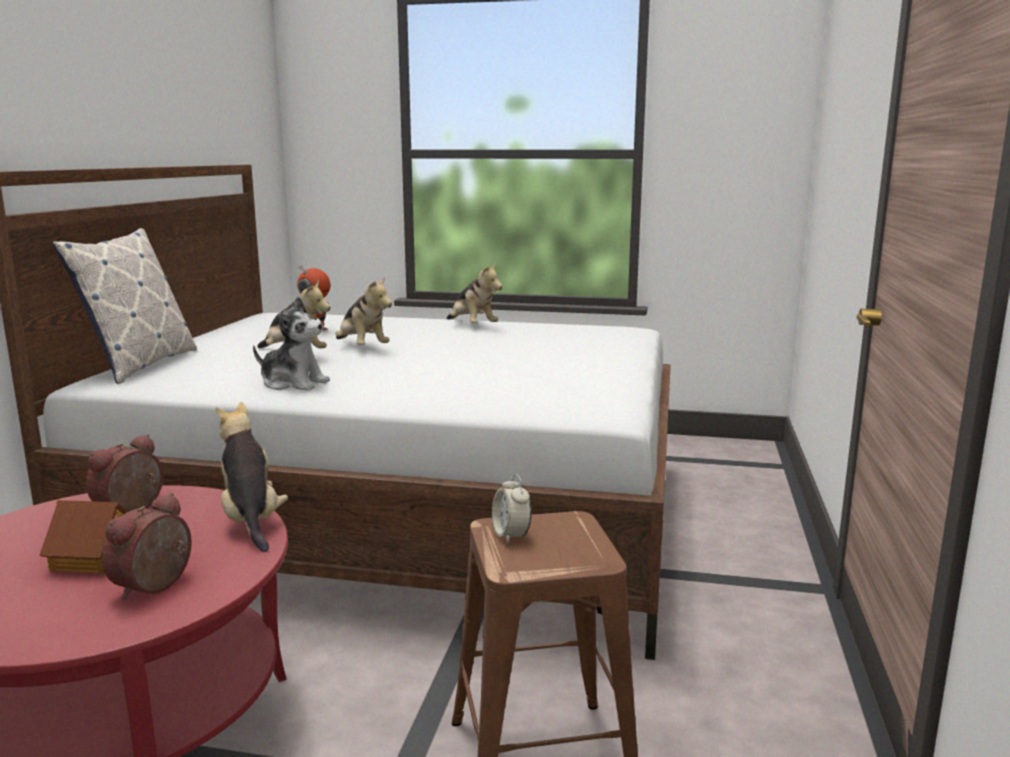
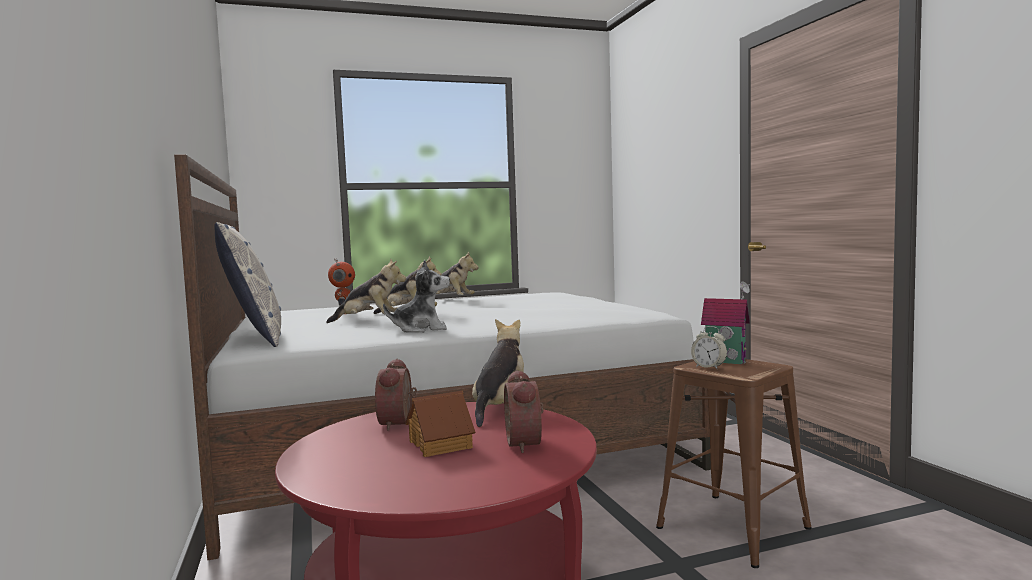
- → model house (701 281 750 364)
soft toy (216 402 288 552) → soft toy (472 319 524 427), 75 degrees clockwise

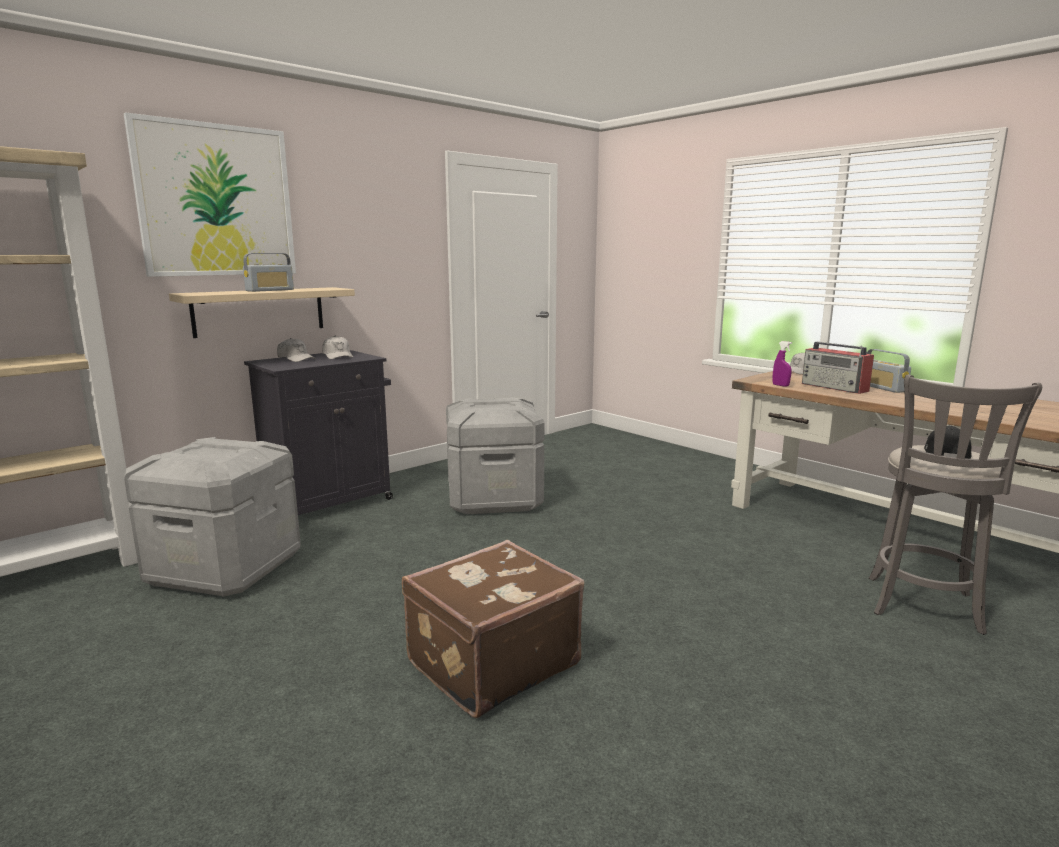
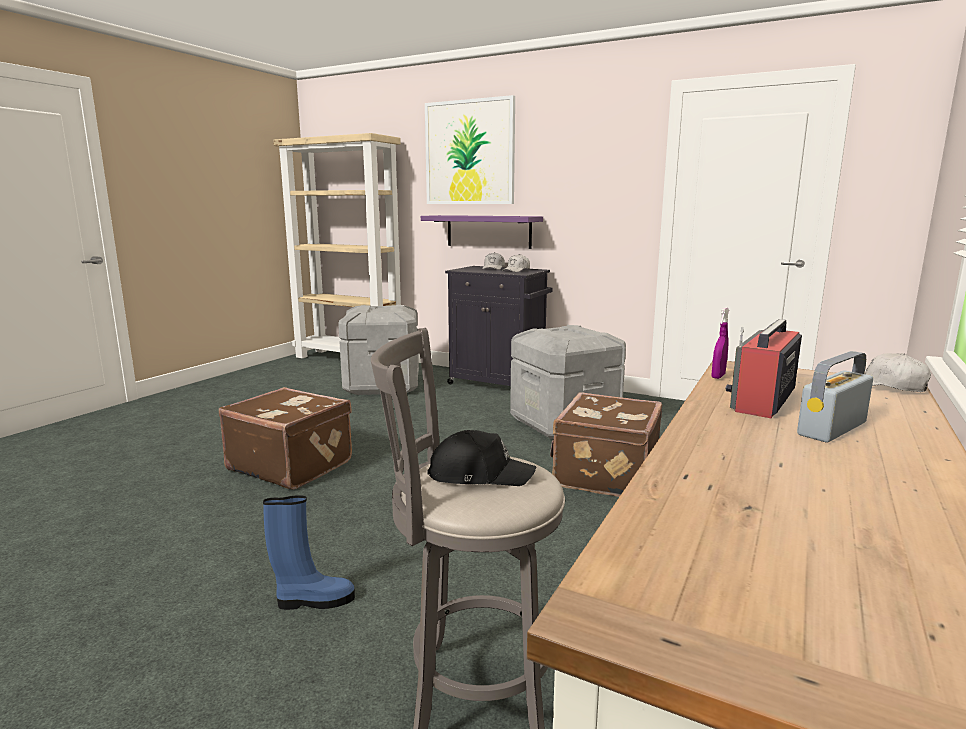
radio set (243 253 294 292) → -
- → tall boot (blue) (263 495 355 610)
- → piece of luggage (brown) (550 392 662 497)
wall shelf (beige) (169 287 355 338) → wall shelf (purple-coloured) (421 215 543 249)

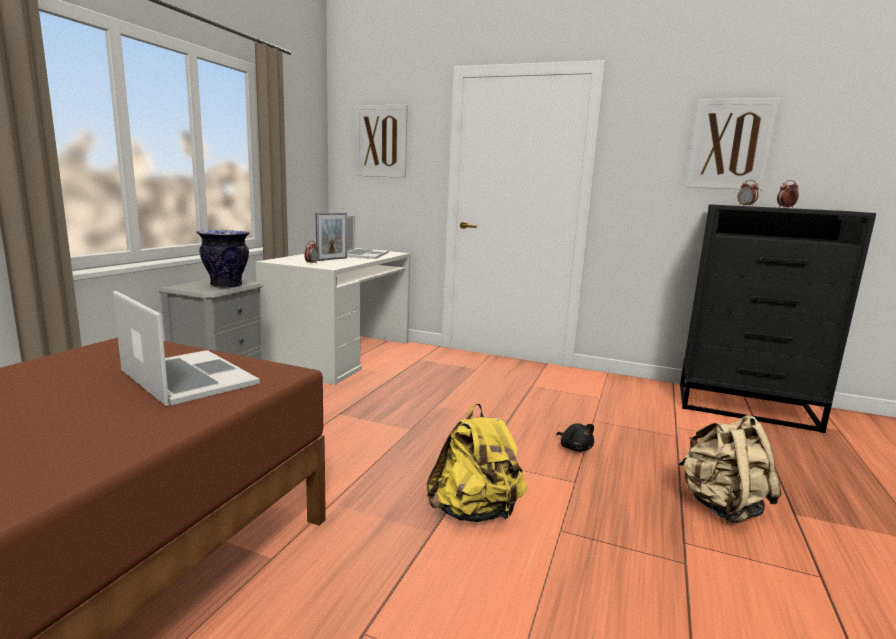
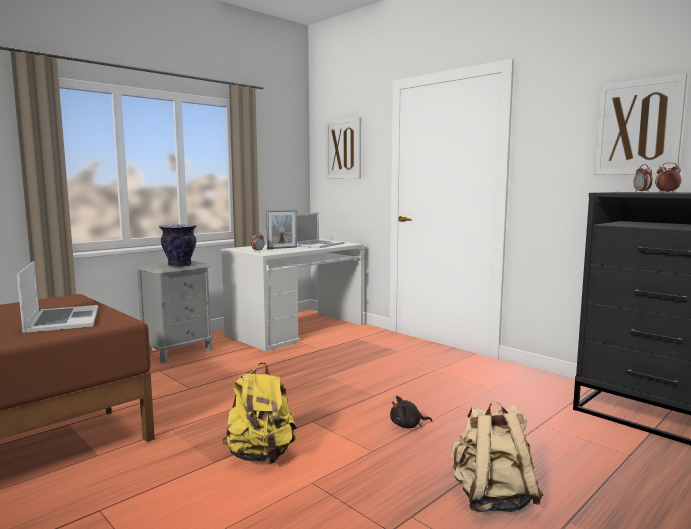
soft toy (blackish) (556 423 594 452) → soft toy (blackish) (390 396 432 428), 90 degrees clockwise

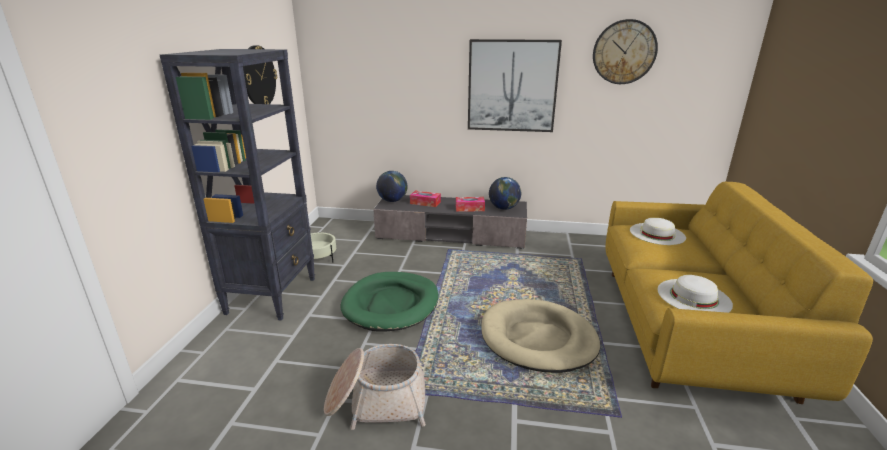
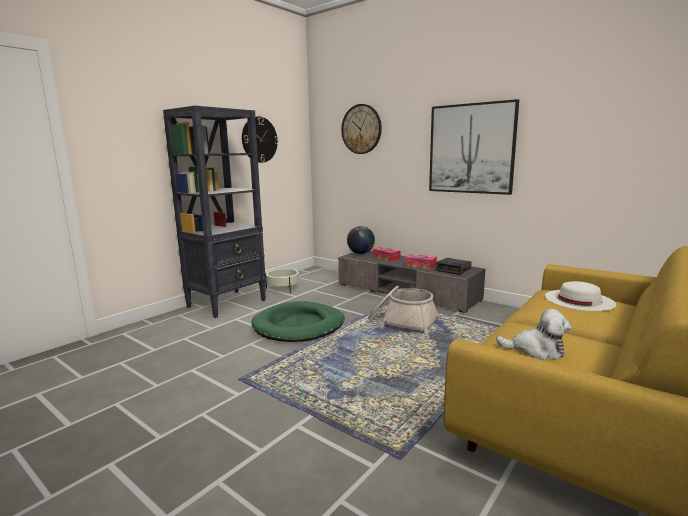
dog cushion (beige) (481 299 600 373) → -
storage basket (324 344 426 430) → storage basket (368 286 440 336), shifted
hanging clock (593 19 658 84) → hanging clock (341 104 382 154), shifted
globe (489 177 521 210) → table clock (436 258 472 275)
clothing hat (white-coloured) (658 275 733 313) → soft toy (496 309 572 360)

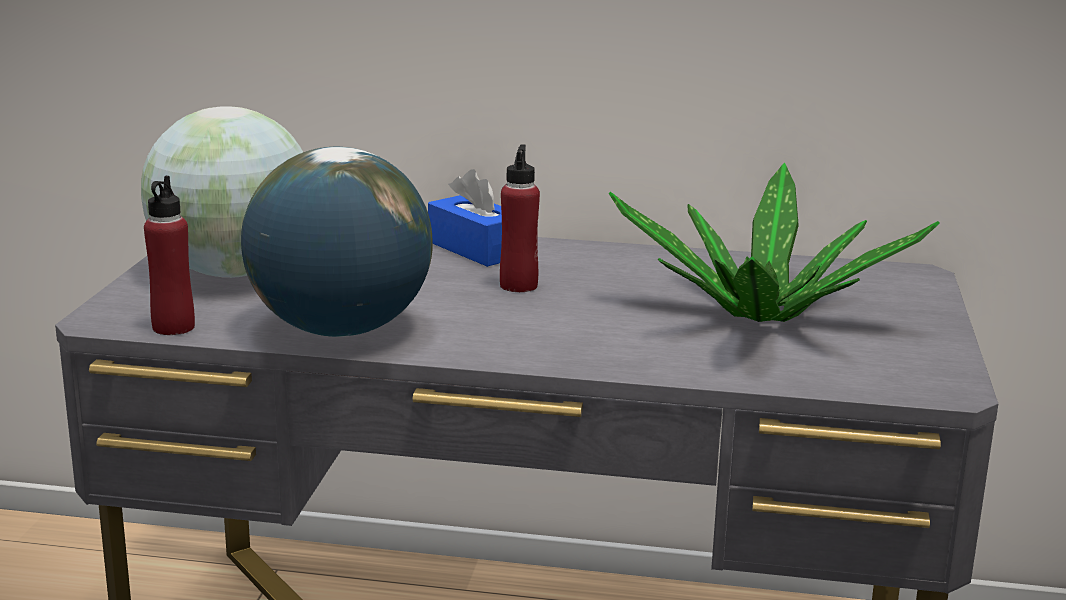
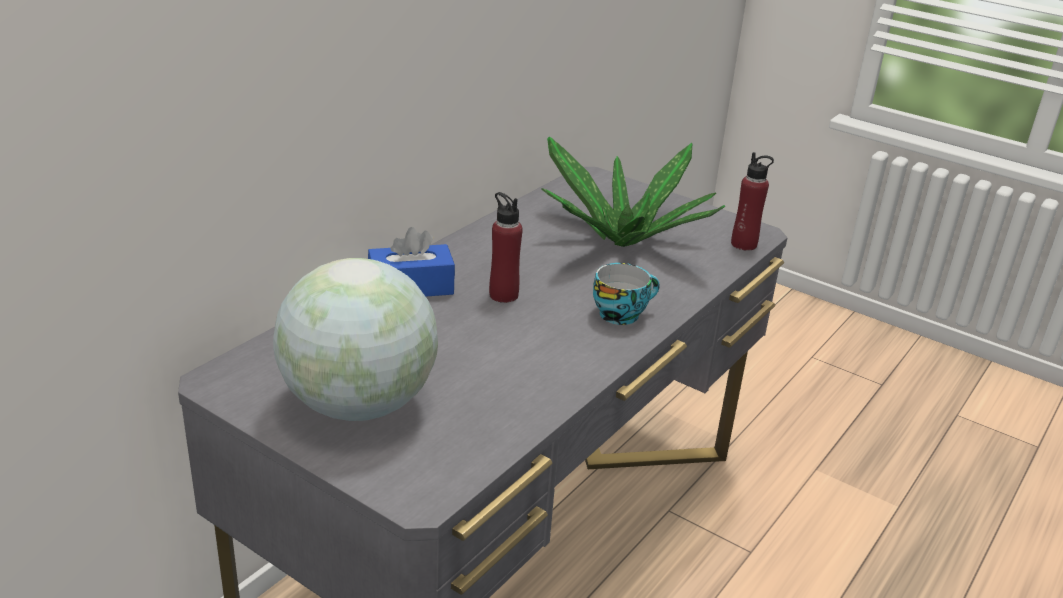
globe (241 147 433 337) → -
- → small cup (593 263 660 325)
beverage bottle (red) (144 176 195 335) → beverage bottle (red) (731 152 774 251), shifted

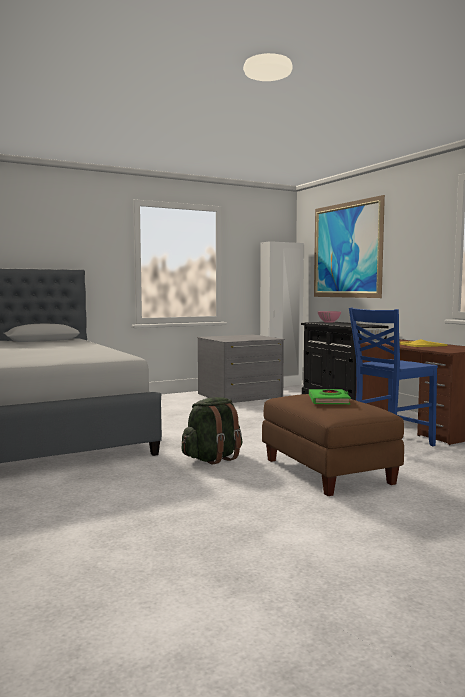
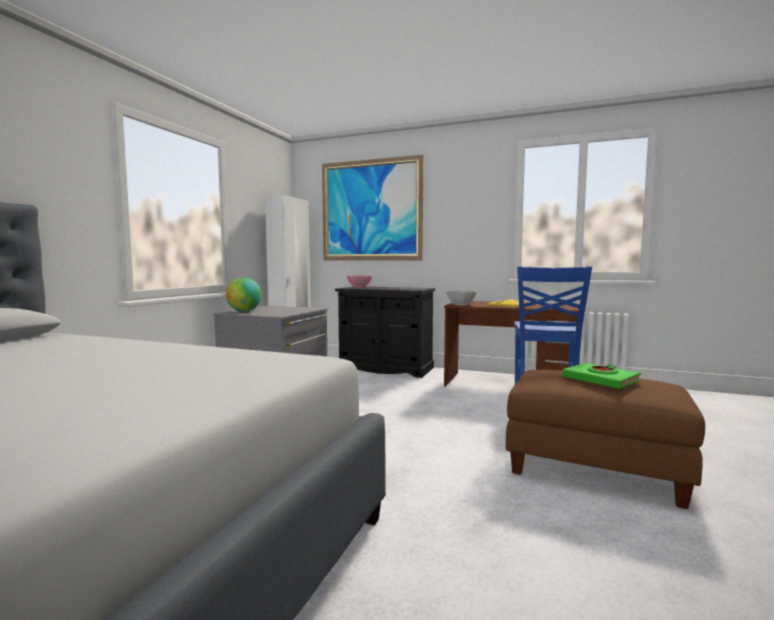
rucksack (green) (182 397 243 464) → -
- → globe (226 278 262 312)

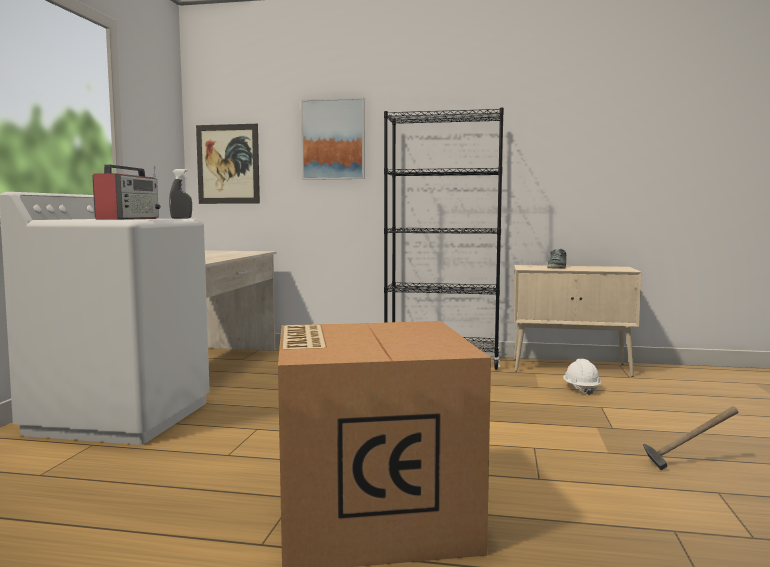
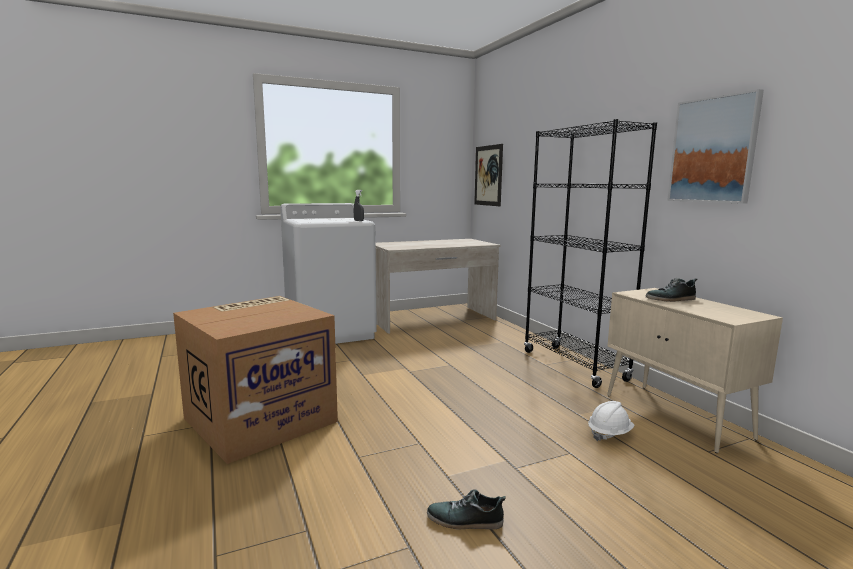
radio set (93 165 161 220) → -
picture (301 98 365 180) → picture (667 89 764 204), shifted
tool hammer (643 406 738 470) → item of footwear (427 490 506 529)

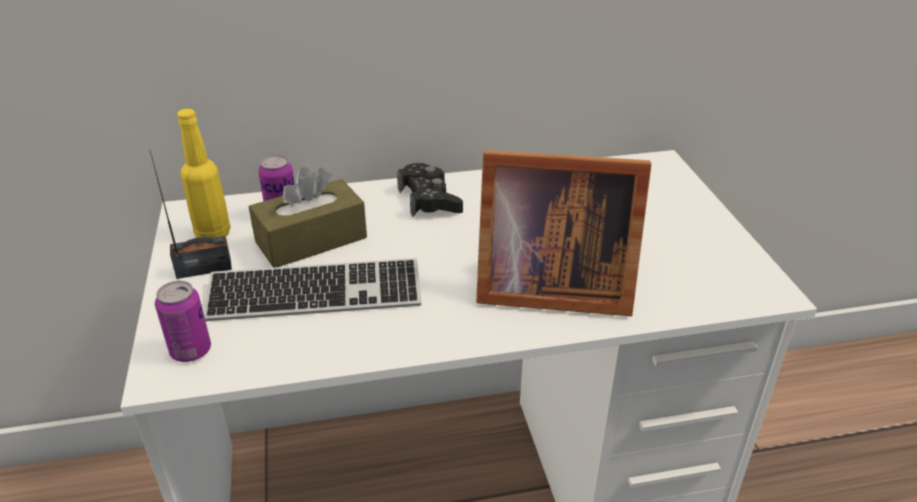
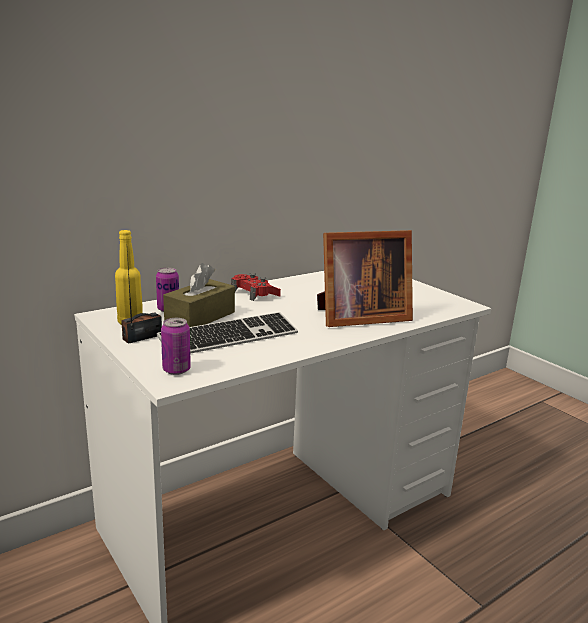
gamepad (blackish) (397 163 463 217) → gamepad (red) (231 273 281 301)

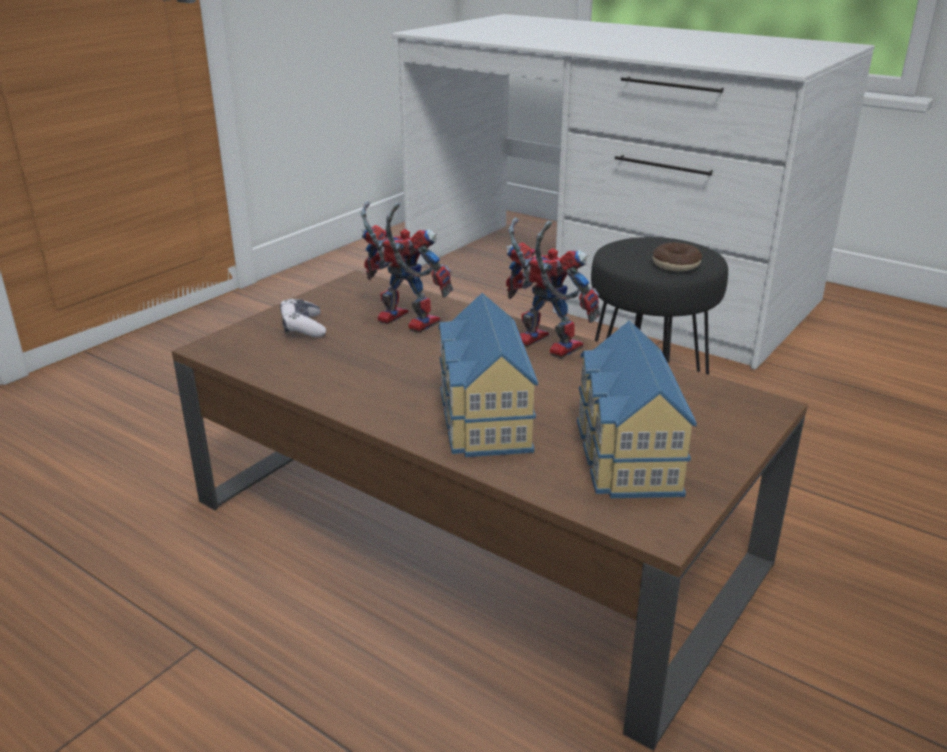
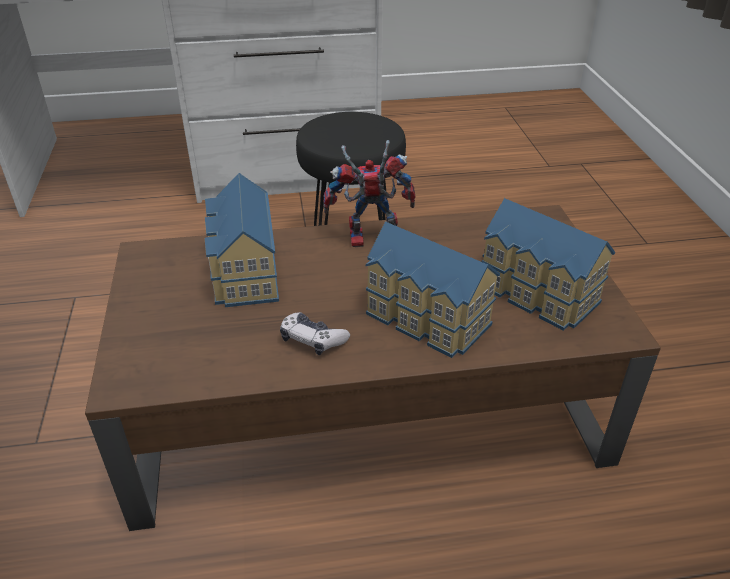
donut (652 243 702 271) → -
gamepad (280 298 326 337) → gamepad (280 312 350 355), shifted
toy robot (361 201 453 333) → model house (205 173 279 307)

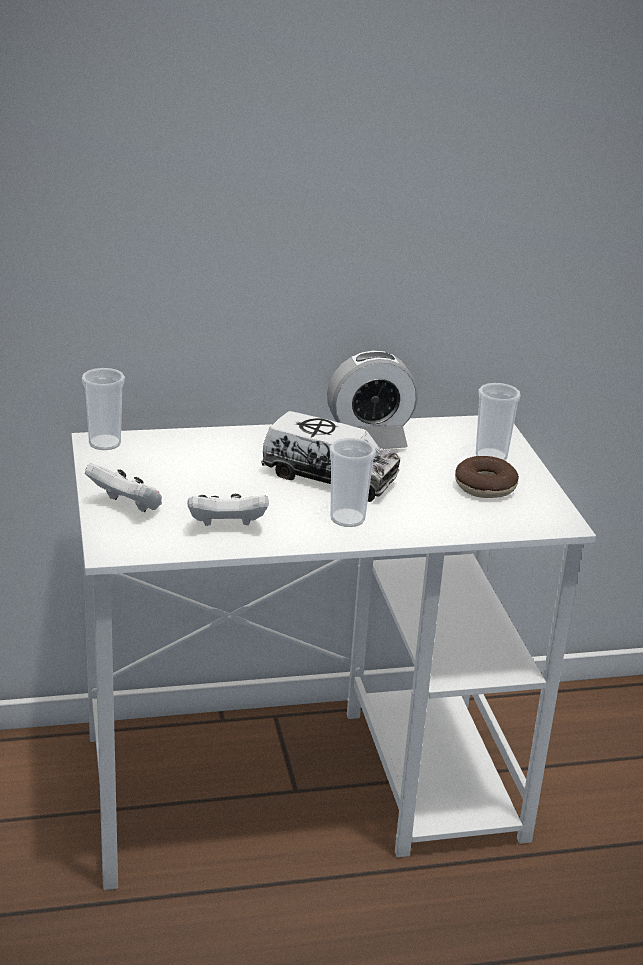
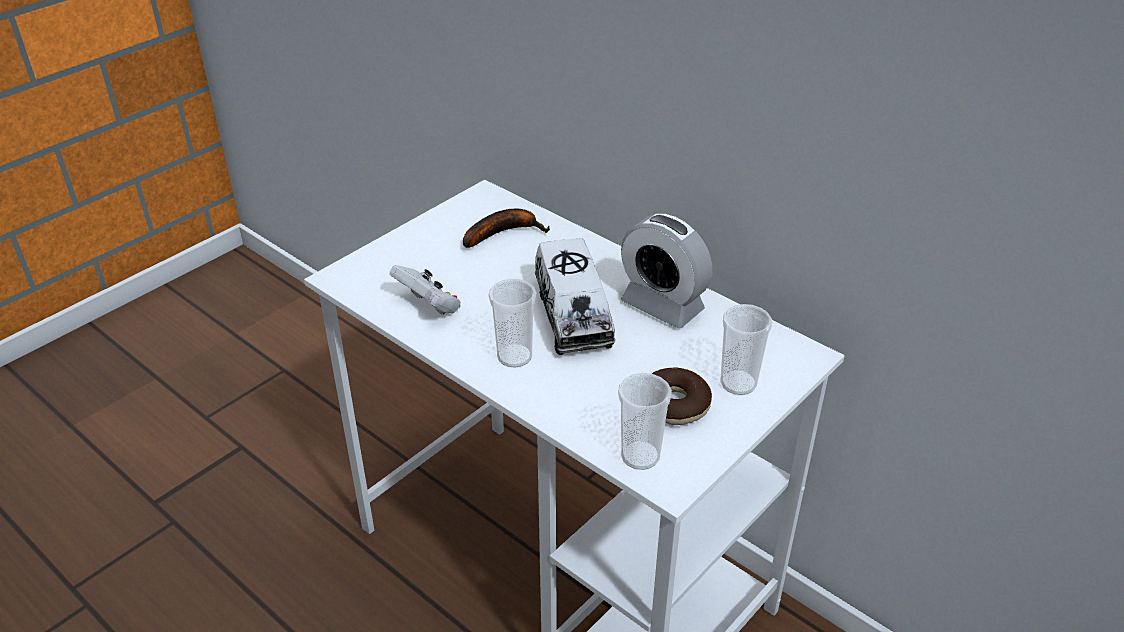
gamepad (white-coloured) (85 463 162 512) → -
- → whole banana (463 209 550 248)
small cup (82 368 125 450) → small cup (618 373 672 470), shifted

